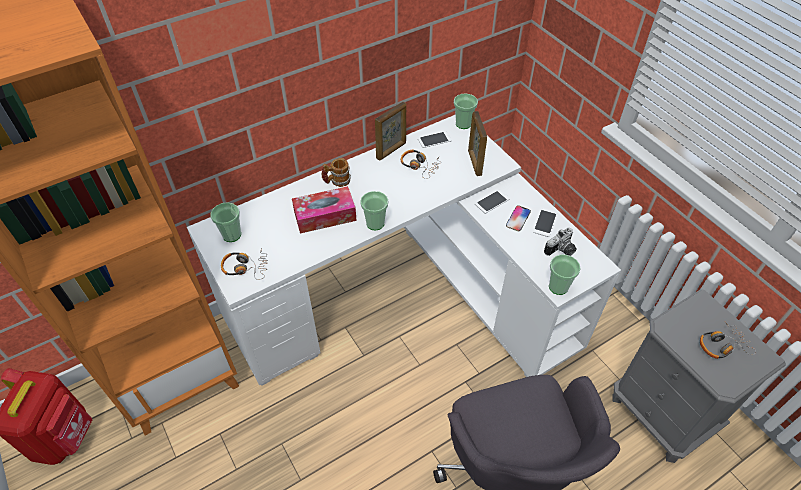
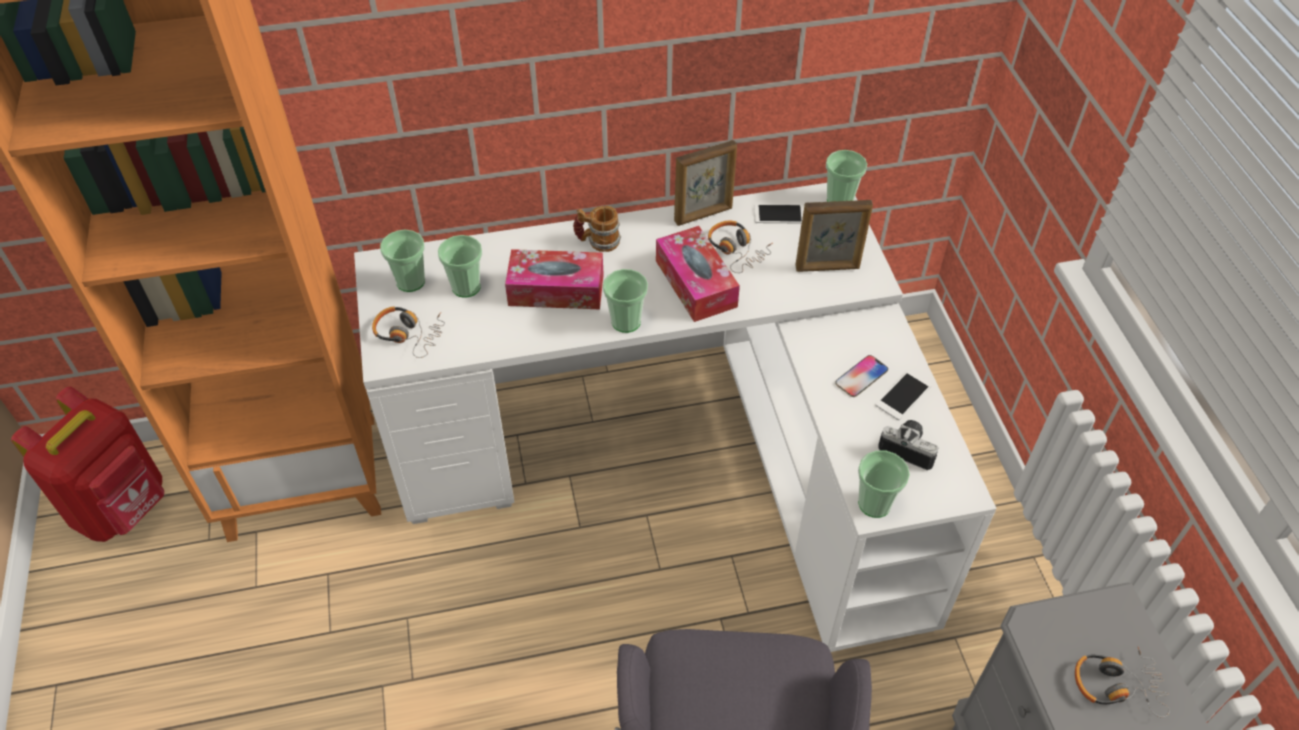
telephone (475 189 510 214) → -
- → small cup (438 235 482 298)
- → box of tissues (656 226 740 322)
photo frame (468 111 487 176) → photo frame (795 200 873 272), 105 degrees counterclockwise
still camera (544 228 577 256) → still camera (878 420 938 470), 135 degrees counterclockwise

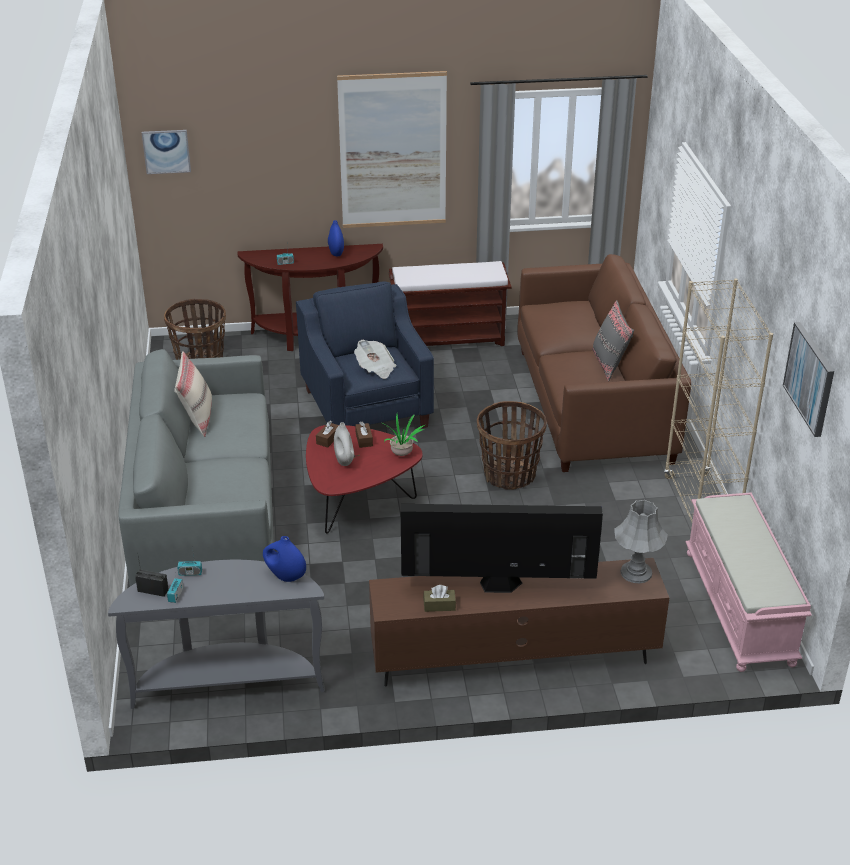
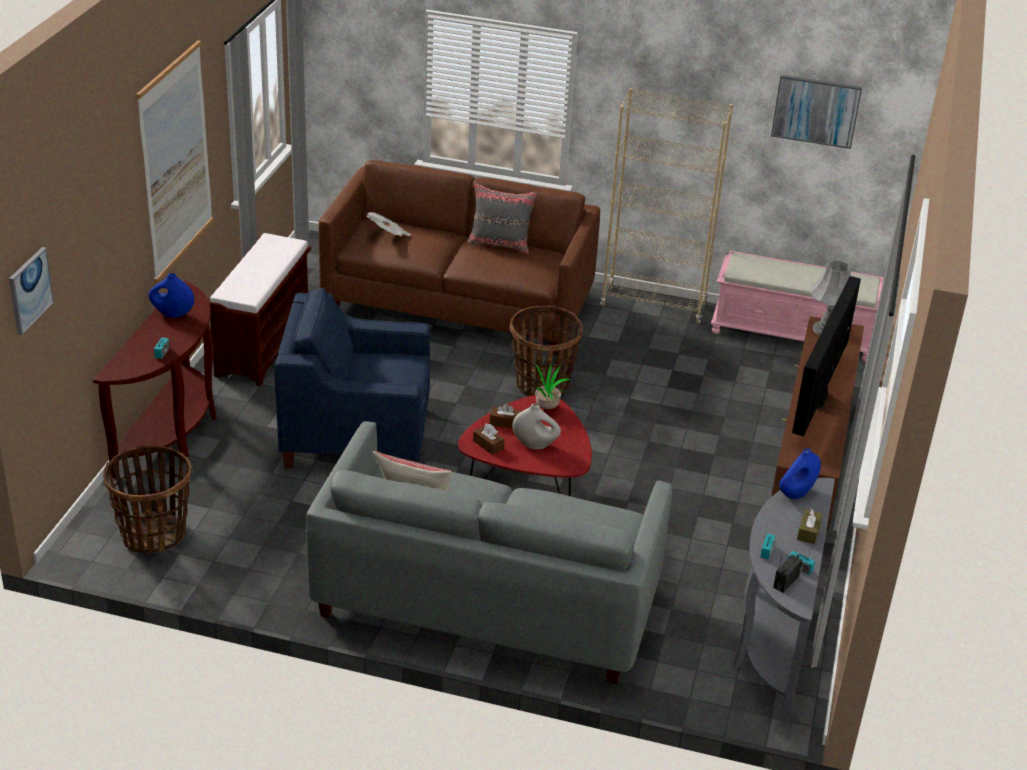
newspaper (354 340 397 379) → newspaper (366 212 411 236), shifted
box of tissues (brown) (423 585 456 612) → box of tissues (brown) (797 508 823 544), shifted

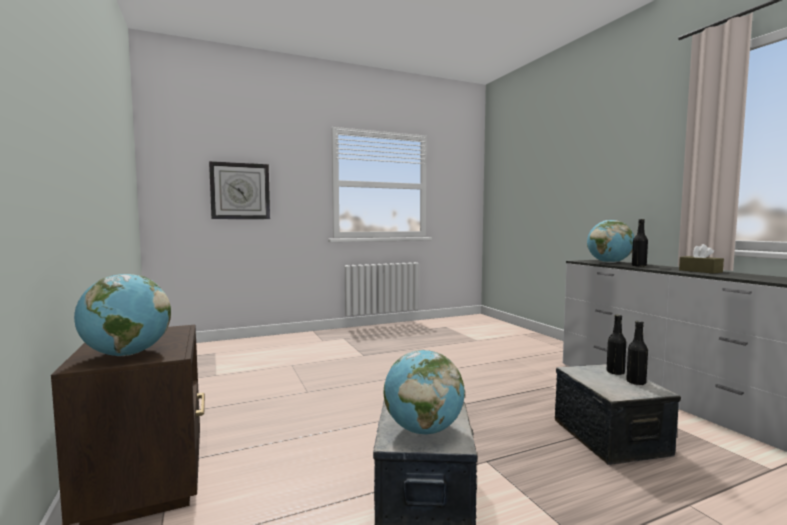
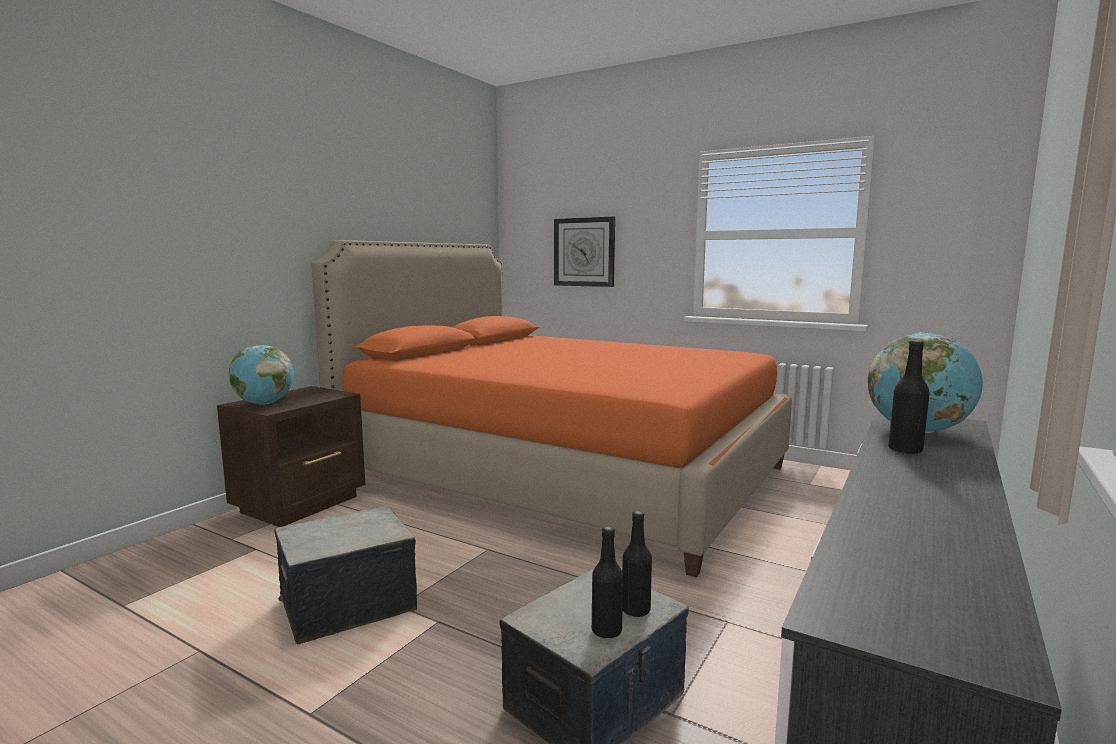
globe (384 350 465 434) → -
box of tissues (brown) (679 244 724 274) → -
- → bedroom bed (orange-coloured) (312 240 792 578)

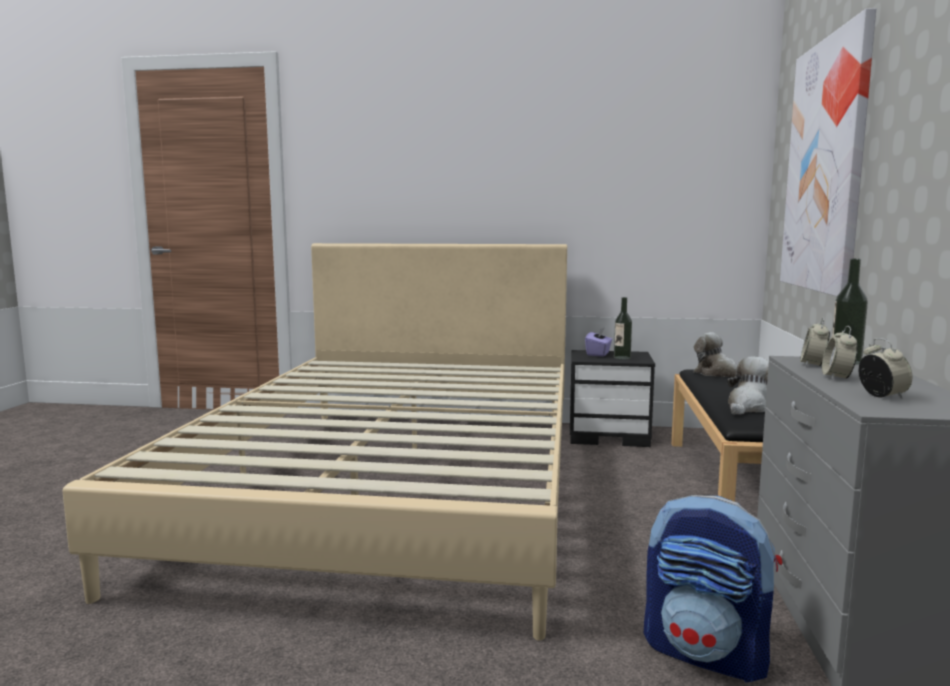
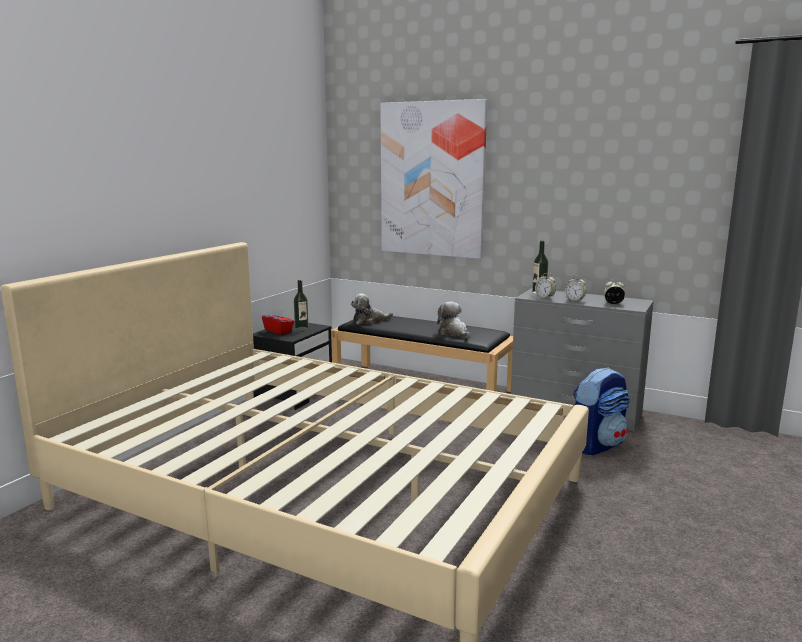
box of tissues (purple-coloured) (585 327 612 357) → box of tissues (red) (262 308 294 335)

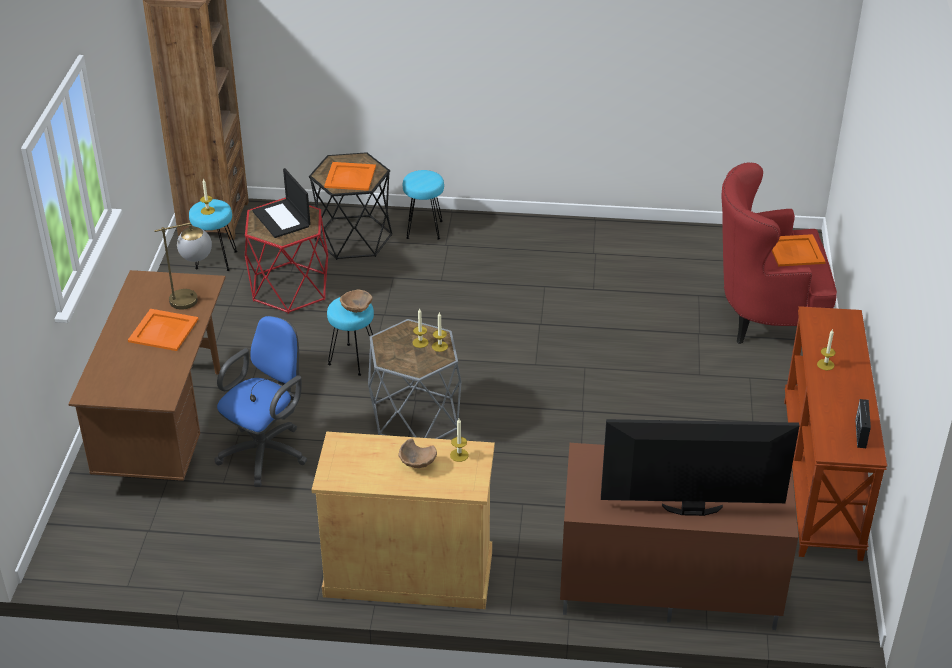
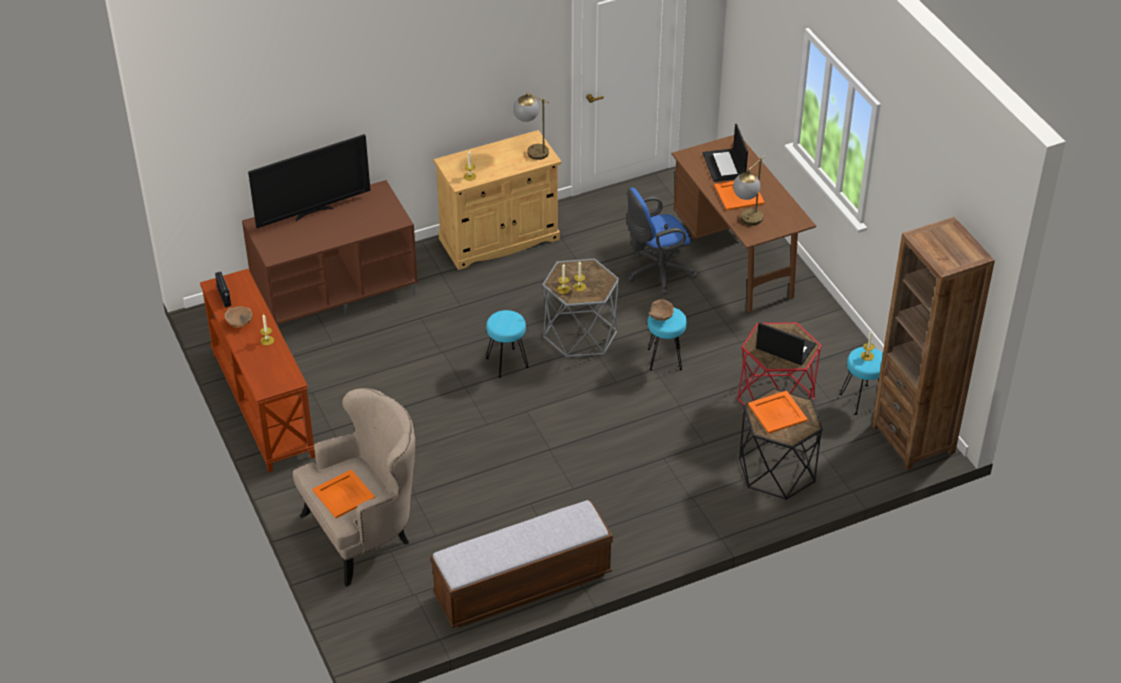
- → long seat (431 500 613 628)
- → lamp for a table (513 92 549 160)
- → laptop (703 124 748 182)
bowl (brown) (398 439 437 468) → bowl (brown) (224 306 252 327), shifted
stool (turquoise) (403 170 444 240) → stool (turquoise) (486 310 529 378), shifted
easy chair (red) (721 162 837 344) → easy chair (beige) (293 388 415 587)
desk chair (blue) (214 316 307 487) → desk chair (blue) (627 188 697 295), 60 degrees clockwise

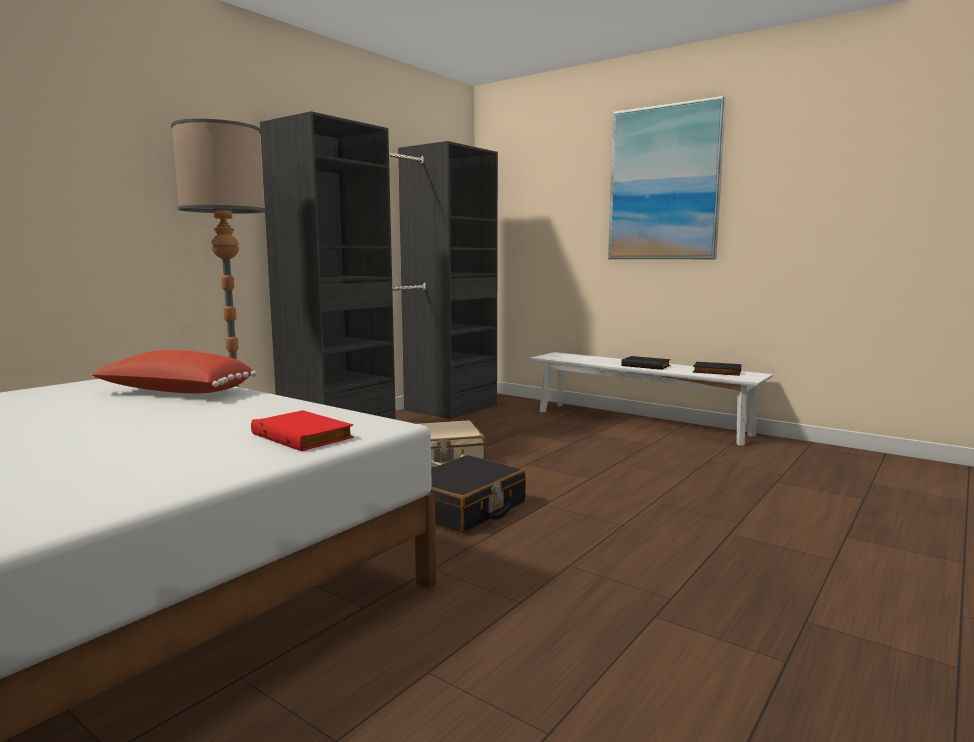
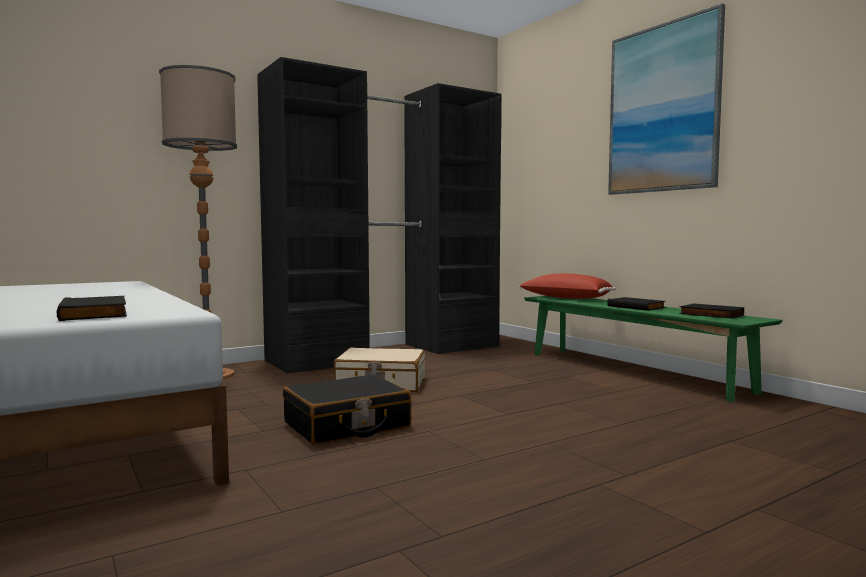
pillow (red) (92 350 257 393) → pillow (red) (519 273 616 299), shifted
bound book (red) (251 410 354 451) → bound book (blackish) (57 296 127 321)
long seat (white-coloured) (530 352 773 446) → long seat (green) (524 296 783 402)

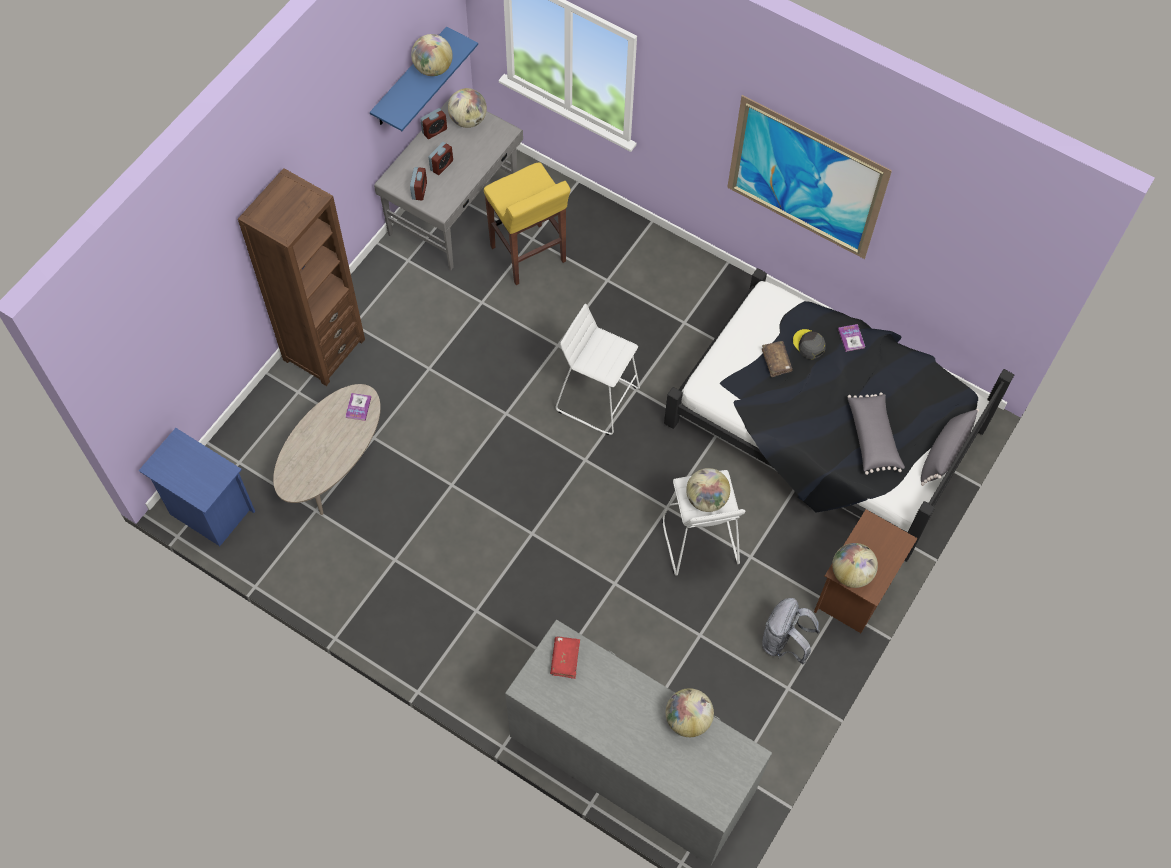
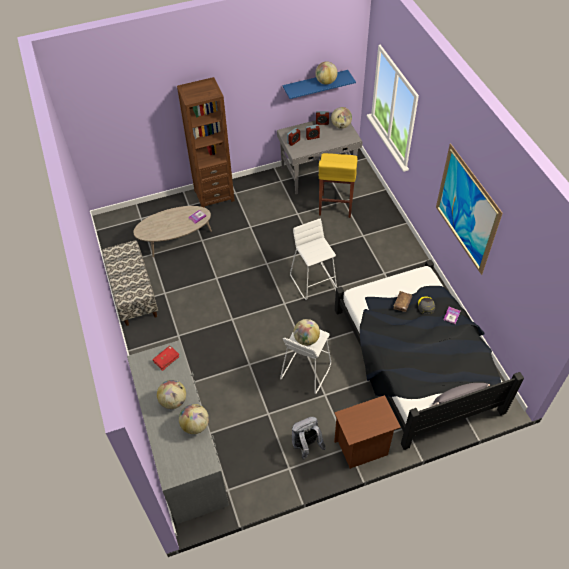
bedside table (blue) (139 428 255 546) → -
pillow (grey) (848 392 905 475) → -
- → long seat (102 240 158 326)
globe (832 543 878 588) → globe (157 380 186 409), shifted

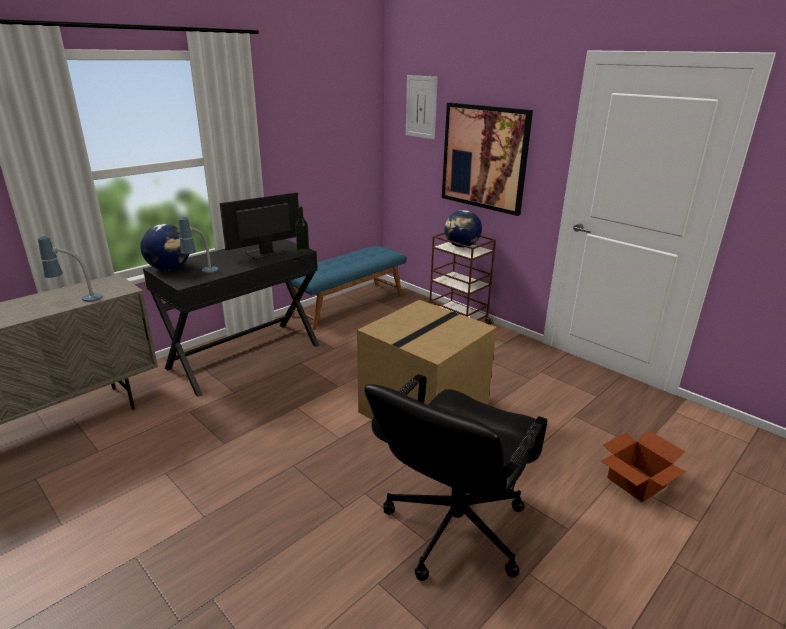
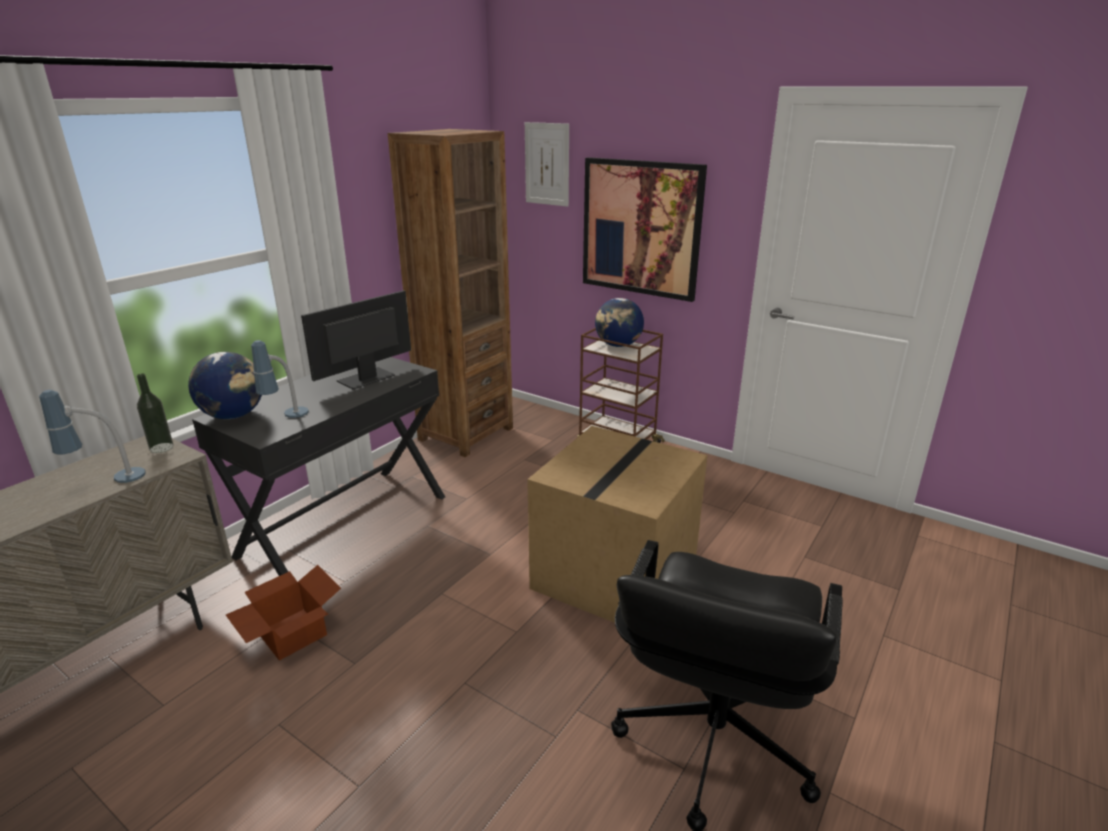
beverage bottle (295 207 309 253) → beverage bottle (137 373 174 453), shifted
cardboard box (601 430 686 502) → cardboard box (226 565 341 661), shifted
long seat (blue) (284 246 407 330) → bookcase (brown) (388 129 513 457)

